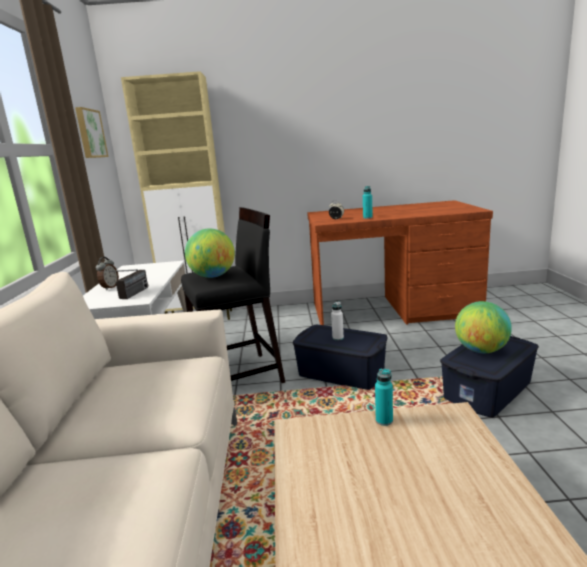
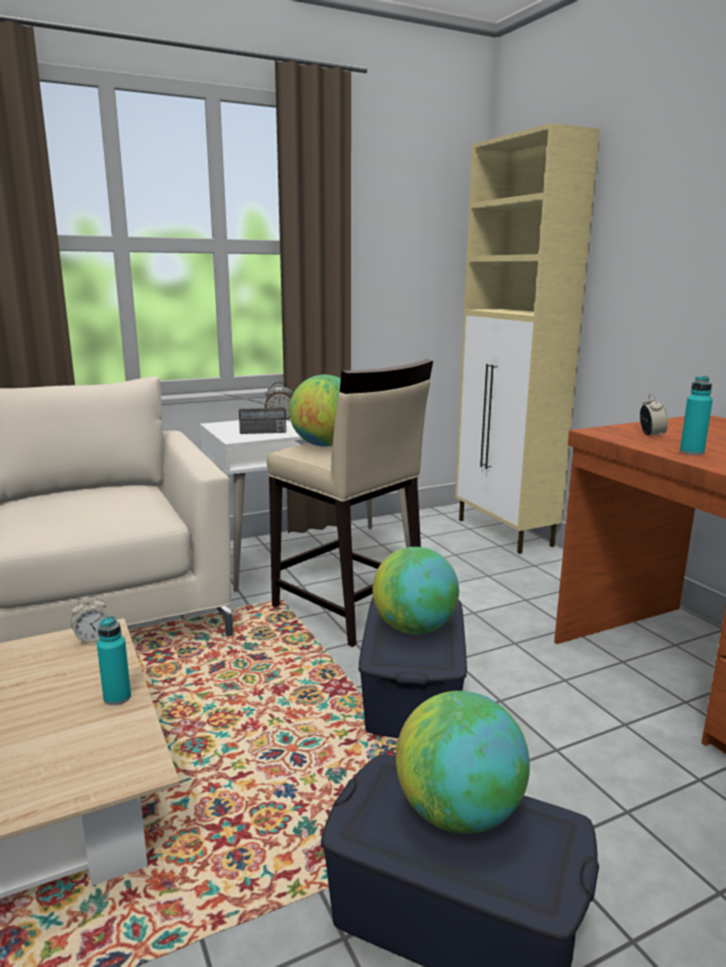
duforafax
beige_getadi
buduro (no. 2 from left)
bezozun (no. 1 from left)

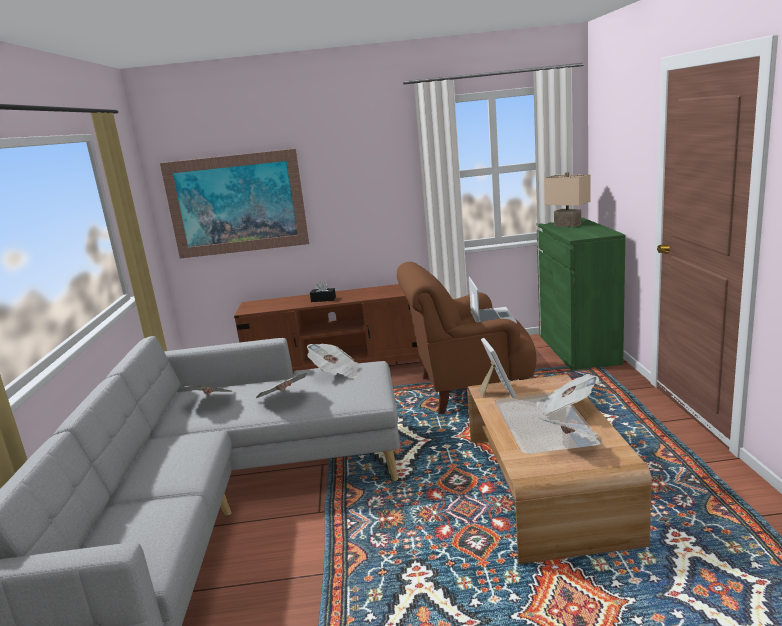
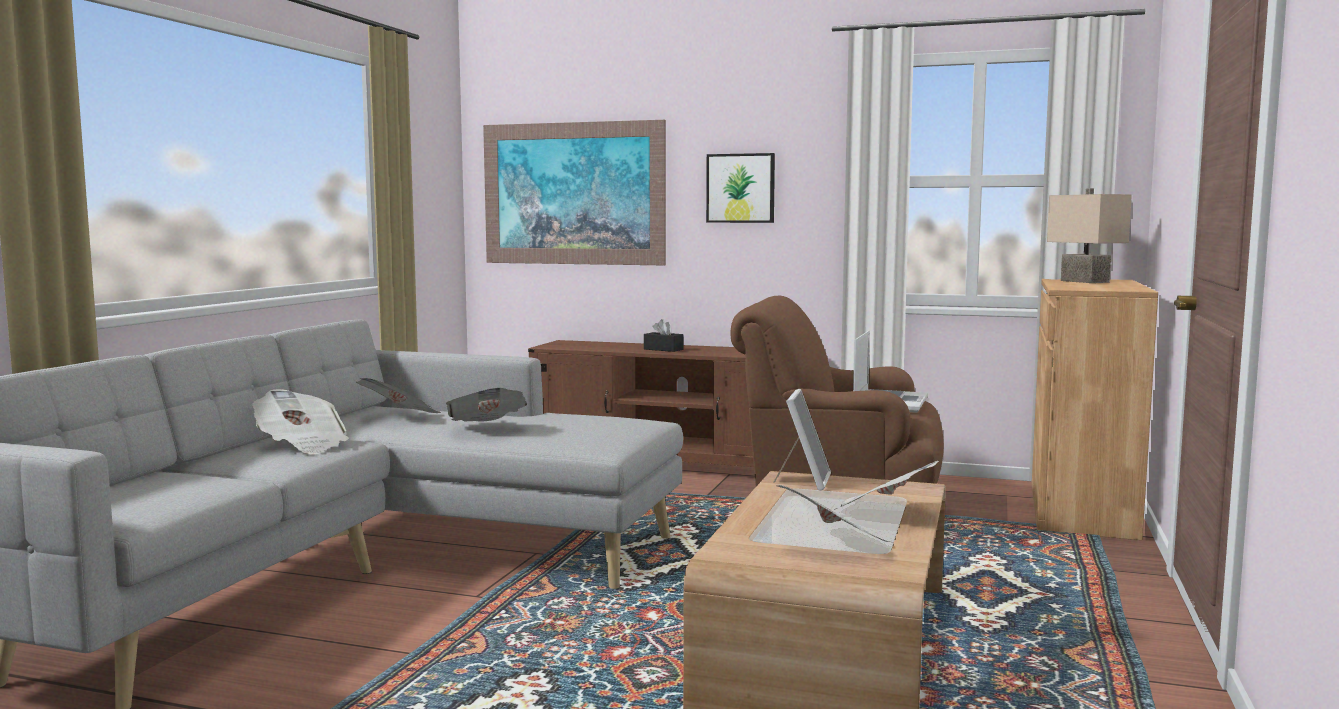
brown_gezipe
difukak (no. 1 from left)
duforafax (no. 2 from left)

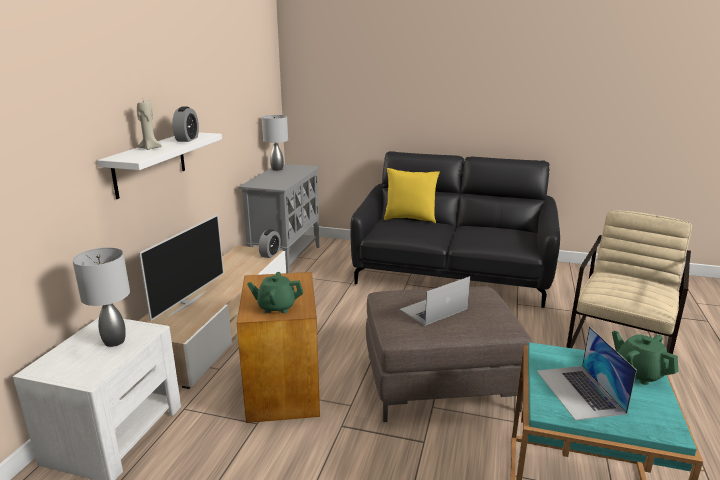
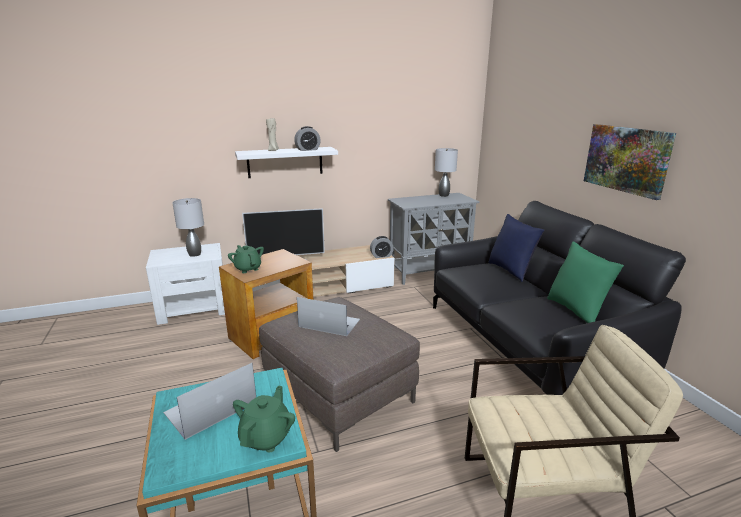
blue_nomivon
duforafax
green_nomivon

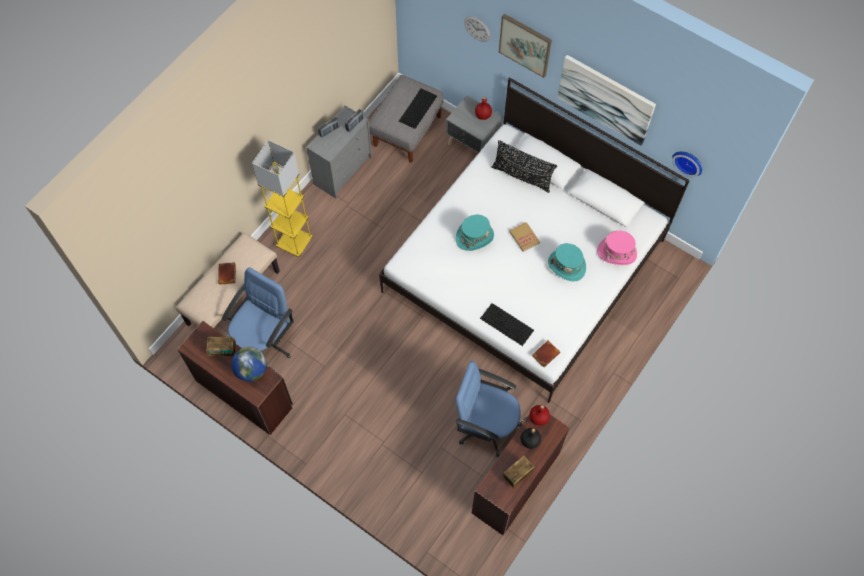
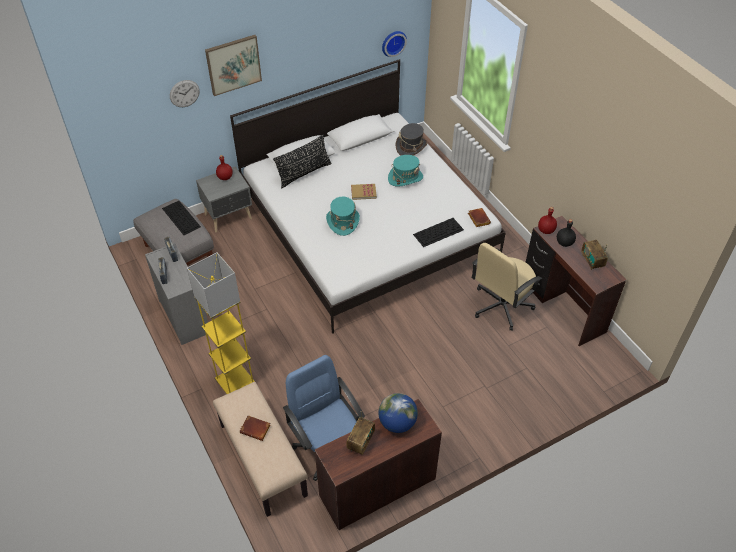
duforafax (no. 2 from left in the first image)
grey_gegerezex
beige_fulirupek

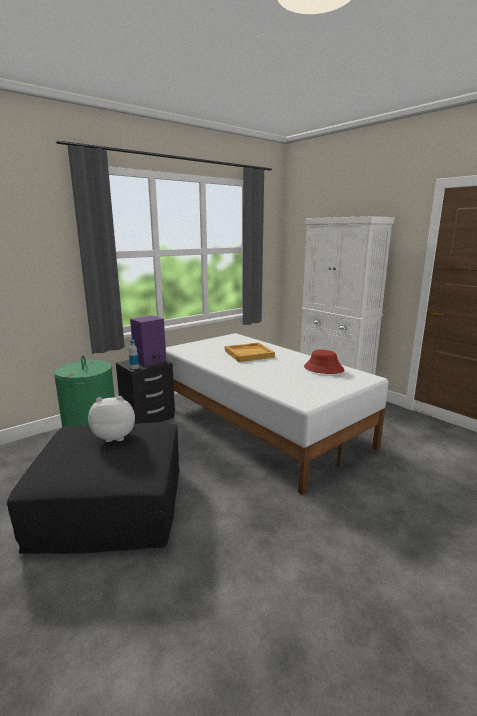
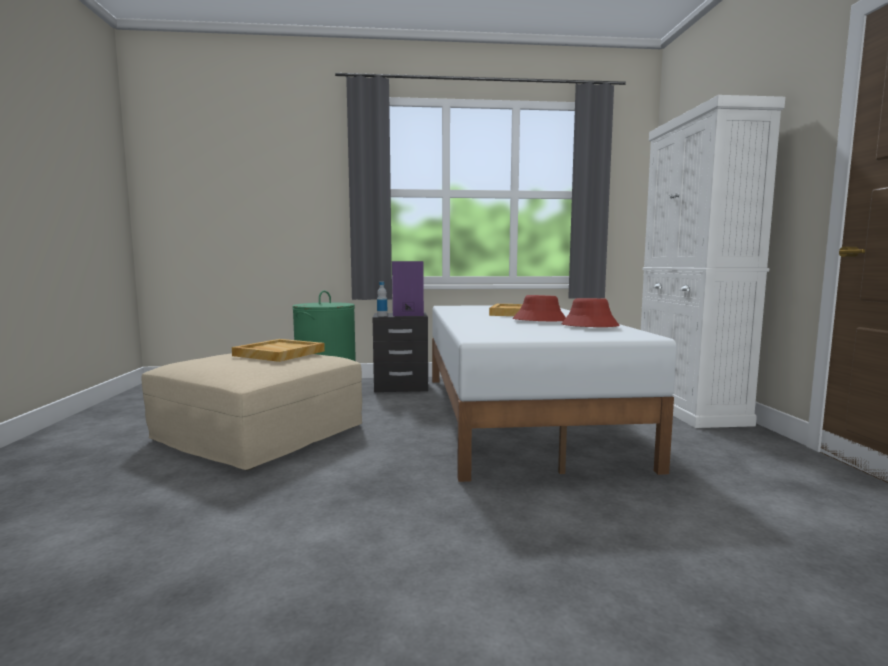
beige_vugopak (no. 1 from left)
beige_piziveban
red_gegerezex (no. 1 from left)

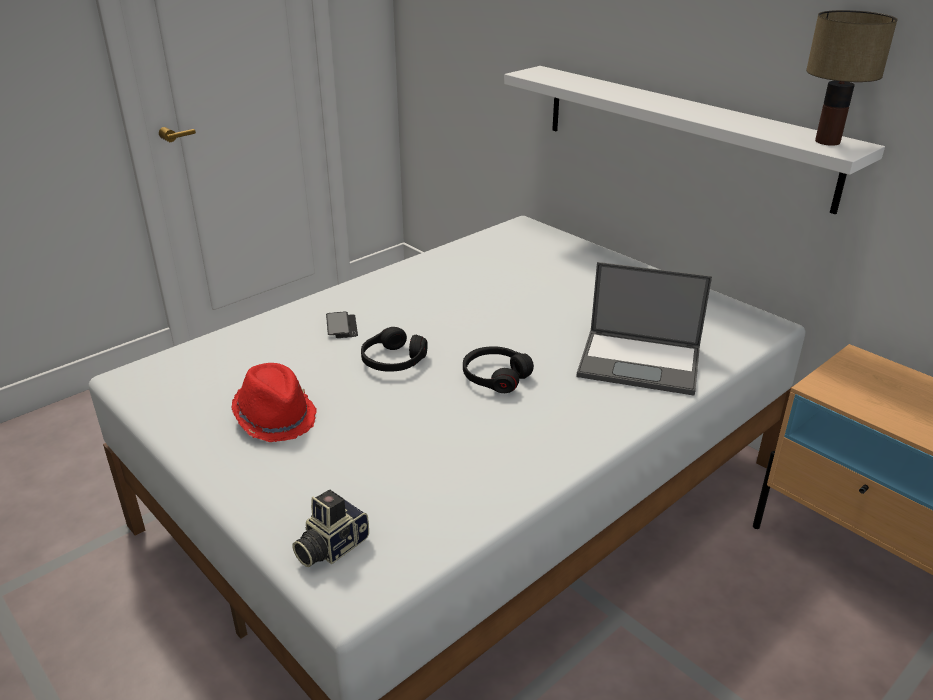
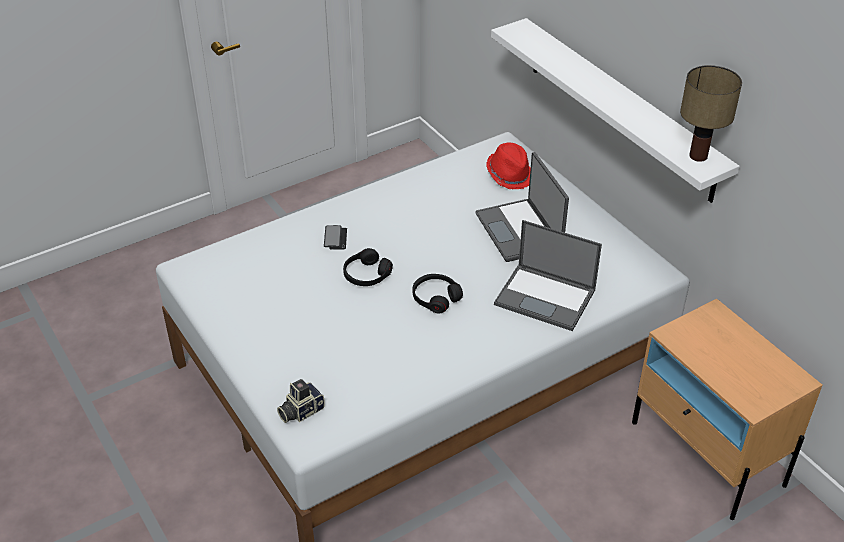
red_gegerezex
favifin (no. 1 from left)

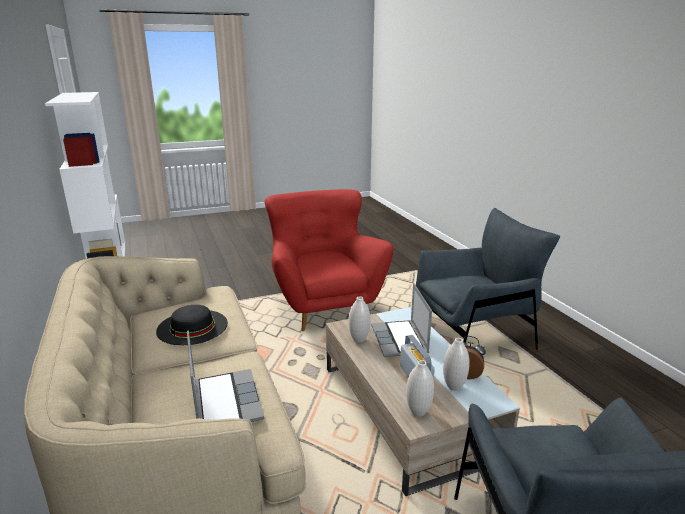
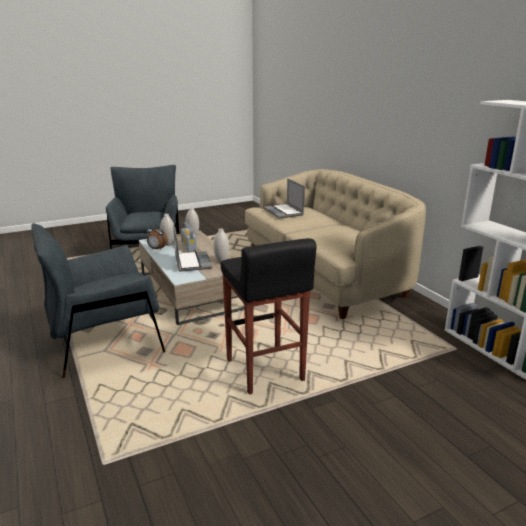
black_getadi
black_gegerezex

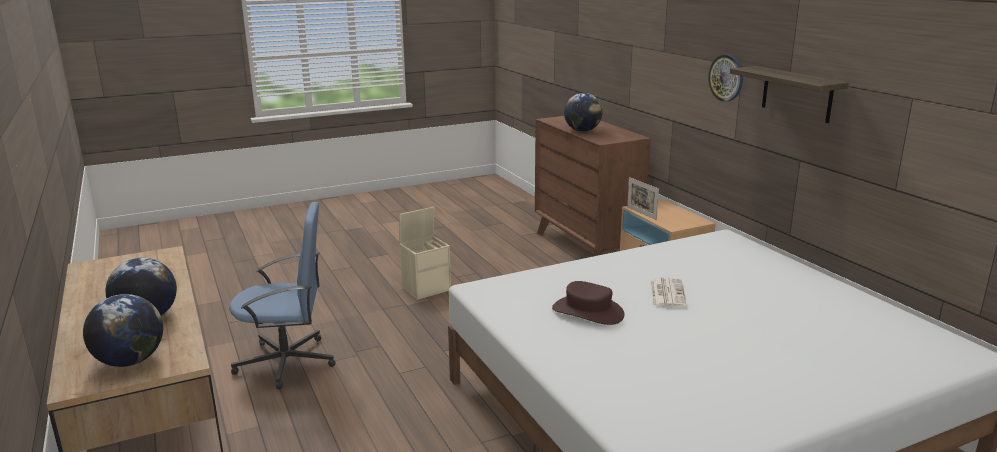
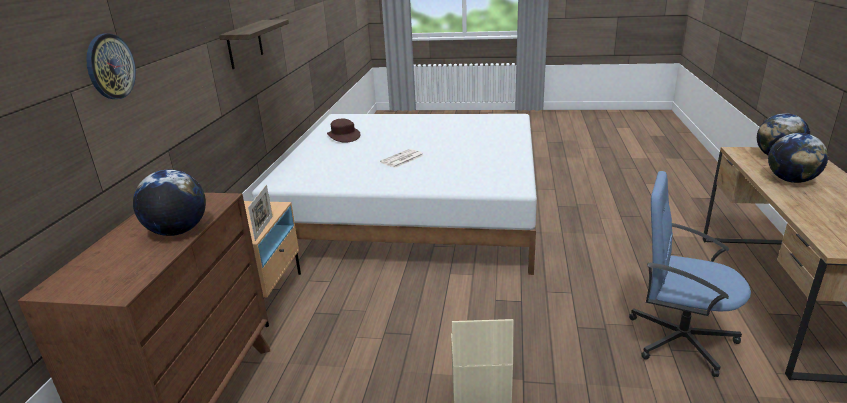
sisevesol
brown_gegerezex

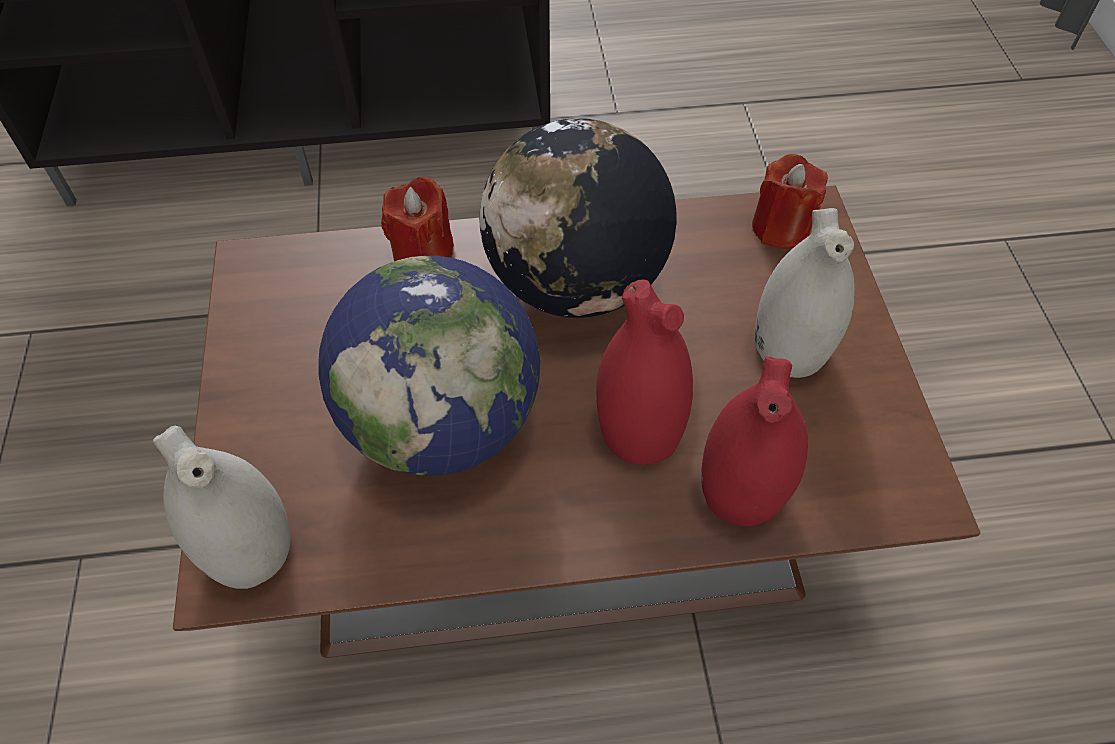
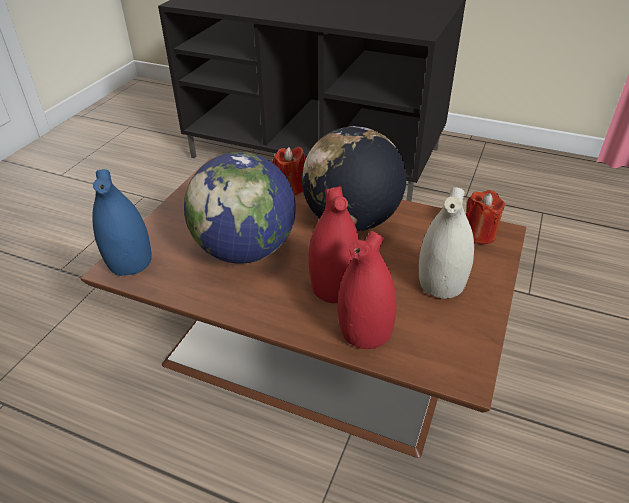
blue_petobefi

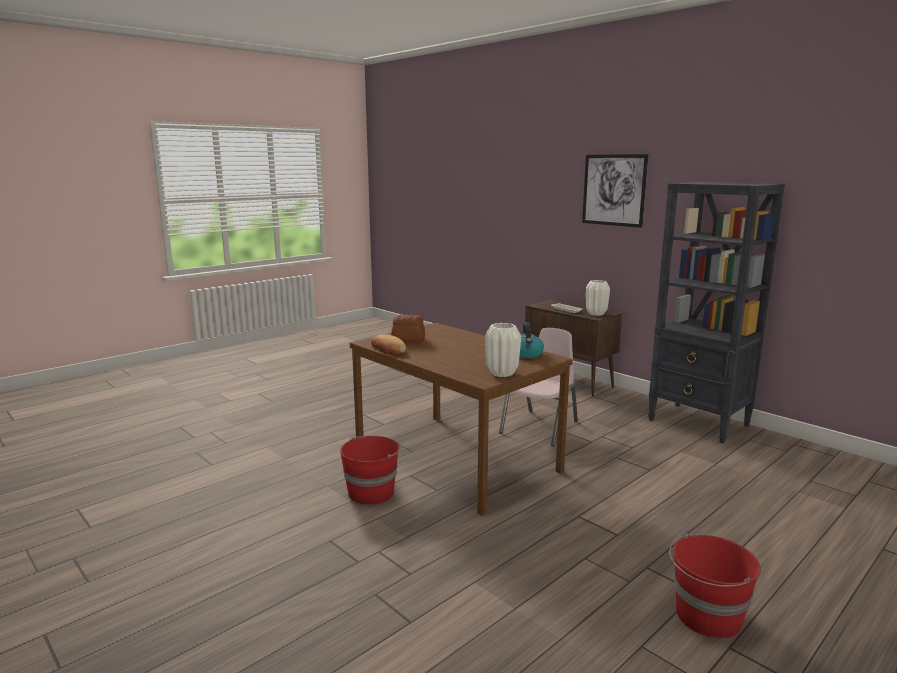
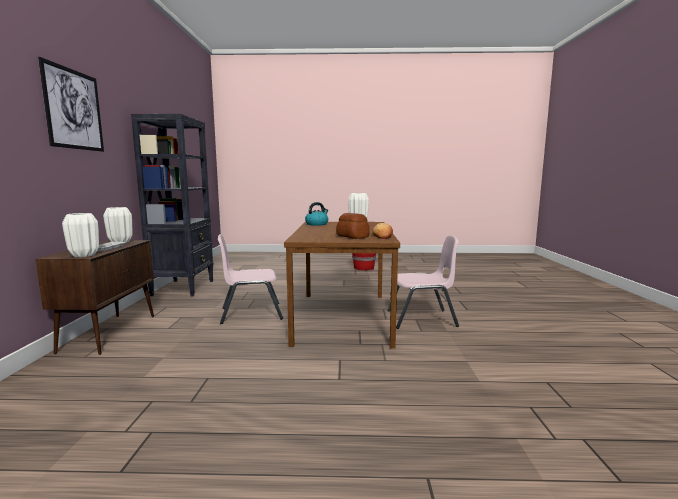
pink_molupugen (no. 2 from left)
white_petobefi (no. 1 from left)

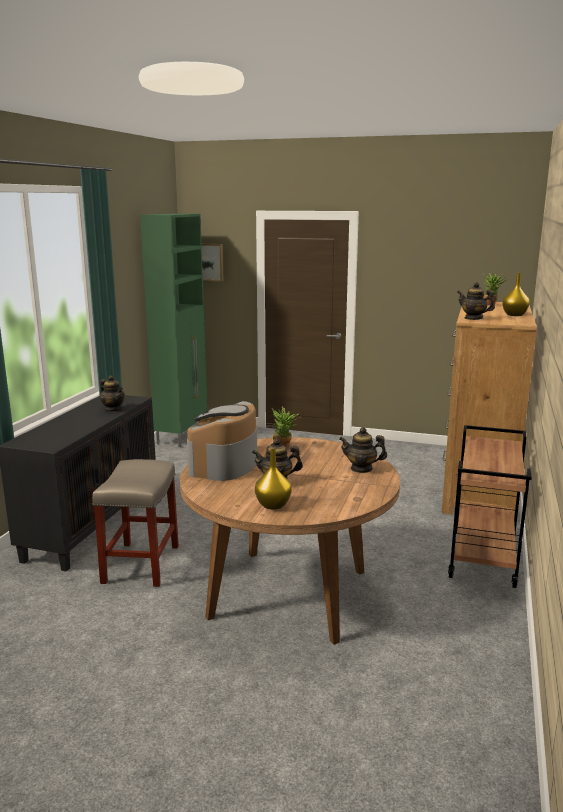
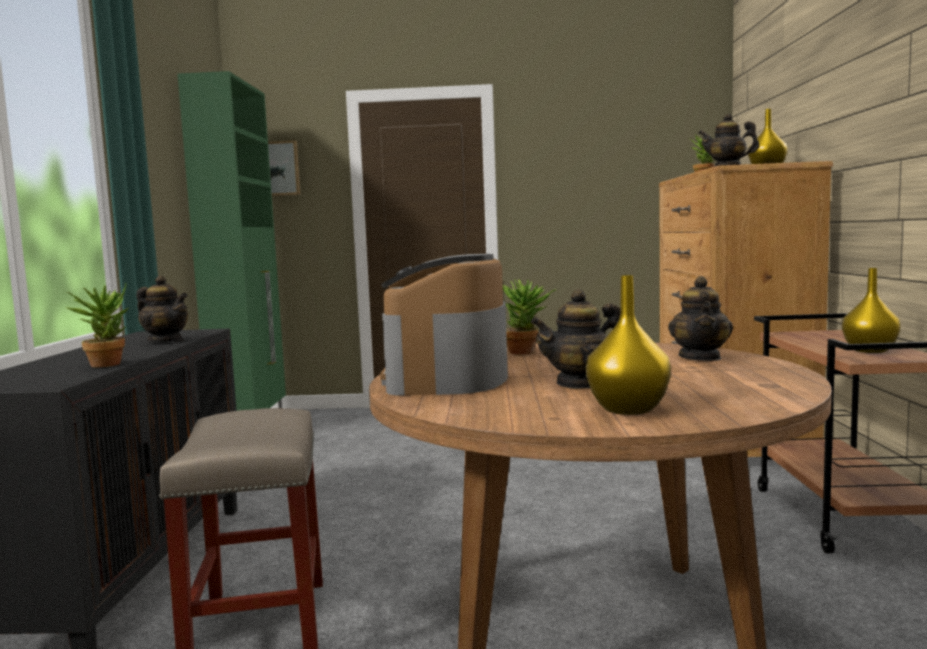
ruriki (no. 3 from left)
yellow_petobefi (no. 3 from left)
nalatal (no. 1 from left)

